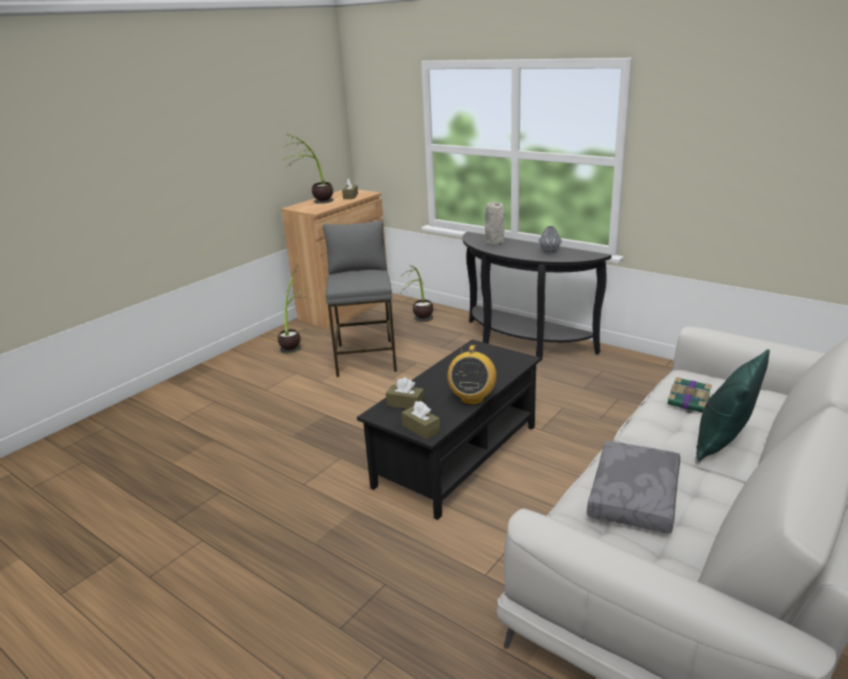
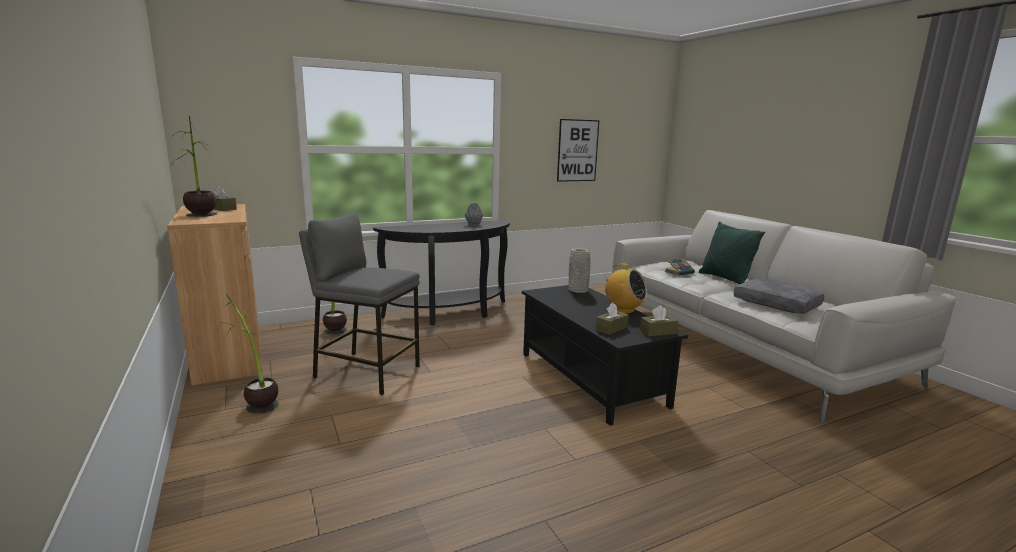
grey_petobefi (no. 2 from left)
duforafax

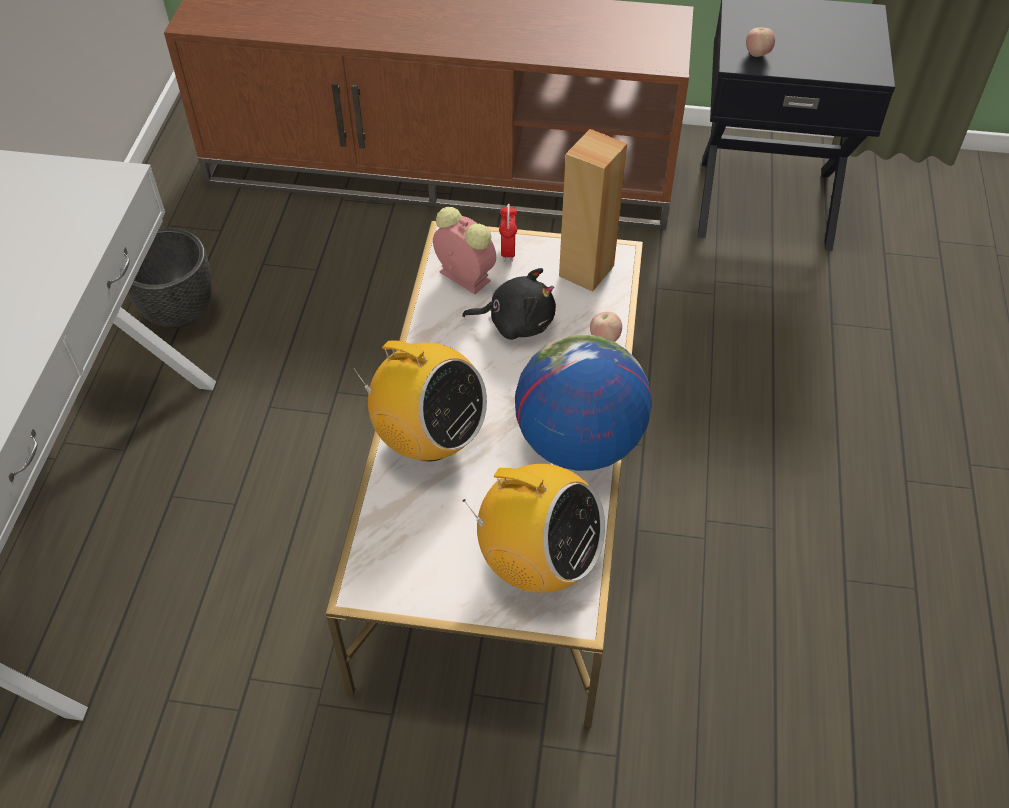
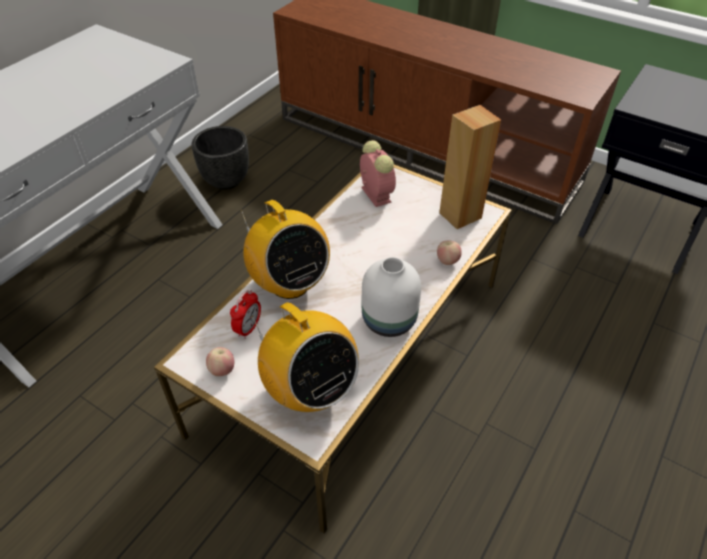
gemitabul (no. 1 from left)
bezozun (no. 1 from left)
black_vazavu
white_petobefi

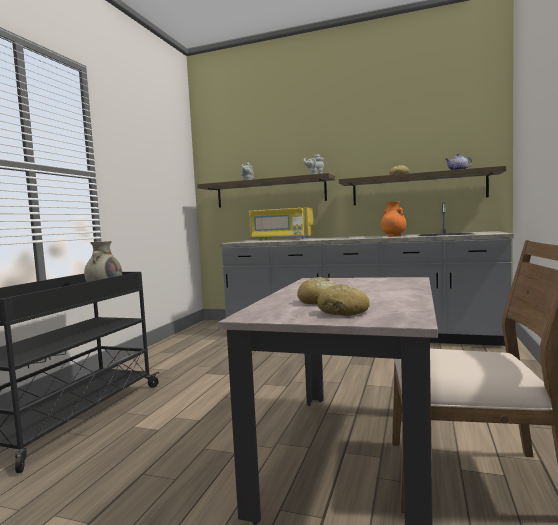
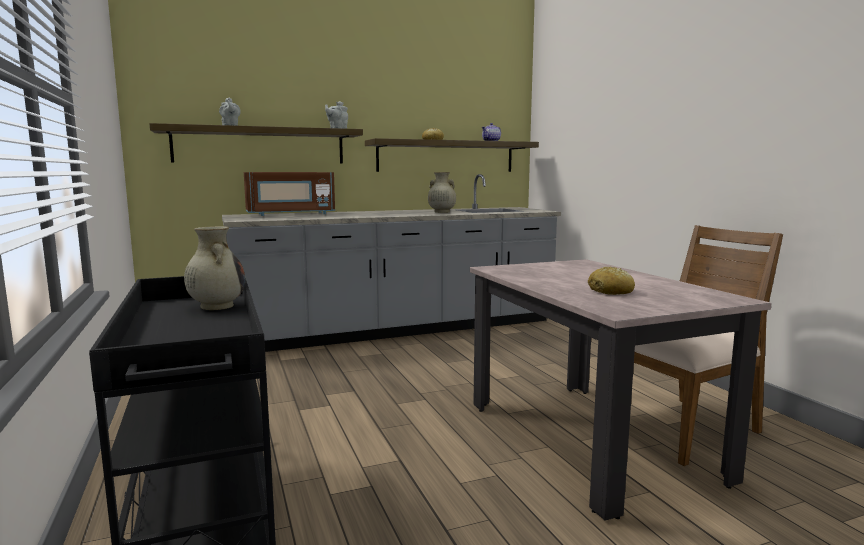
beige_petobefi (no. 2 from left)
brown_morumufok
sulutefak (no. 2 from left in the first image)

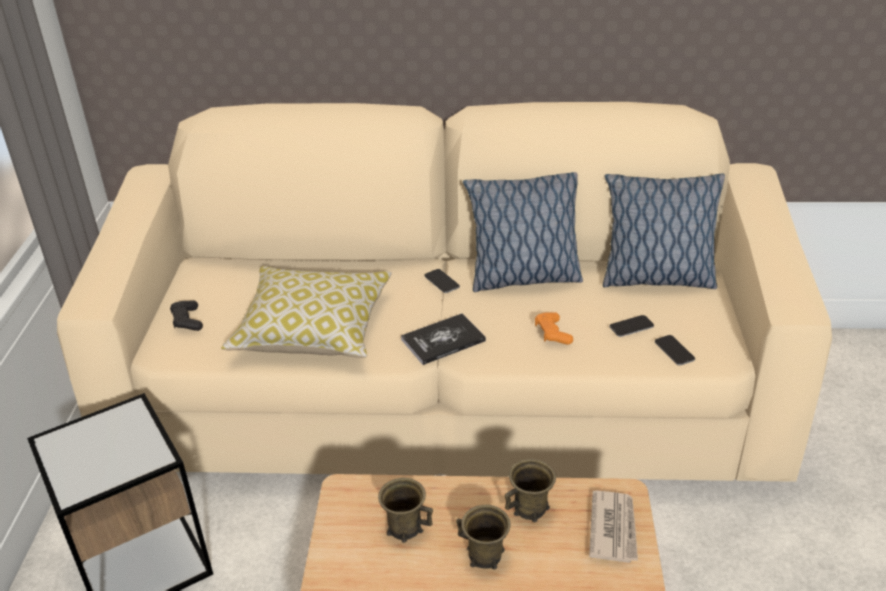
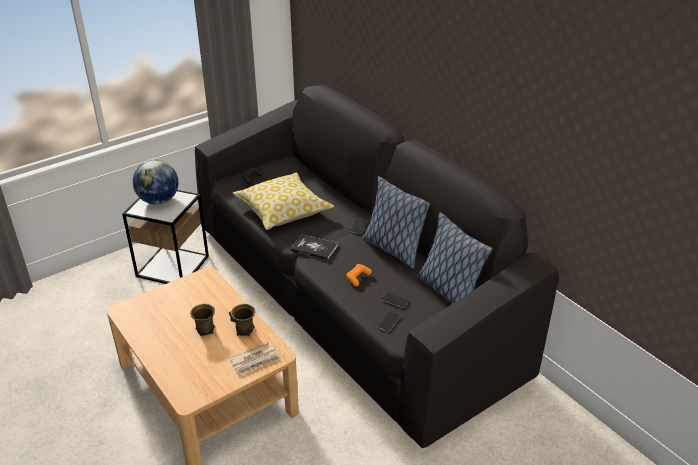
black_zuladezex
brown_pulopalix (no. 1 from left in the first image)
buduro

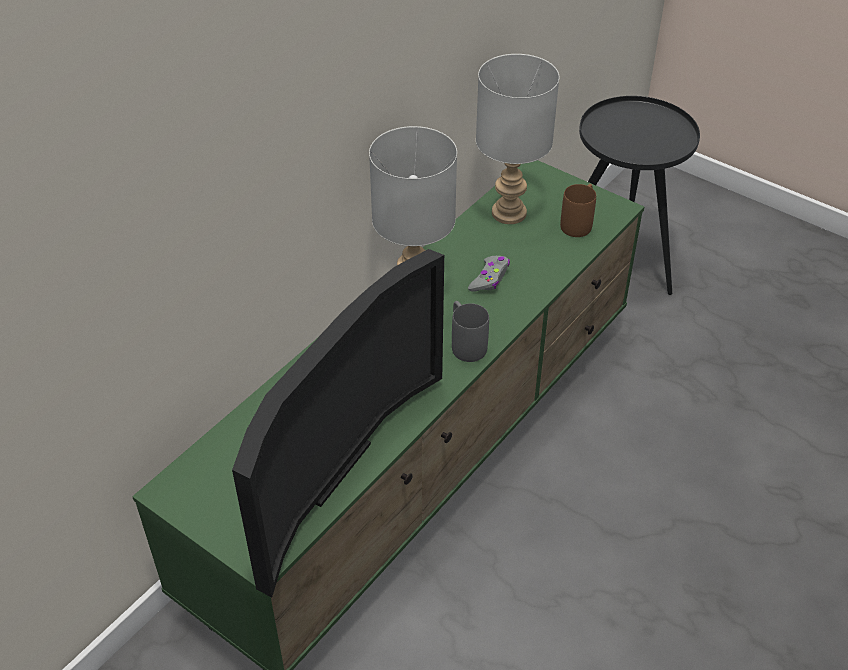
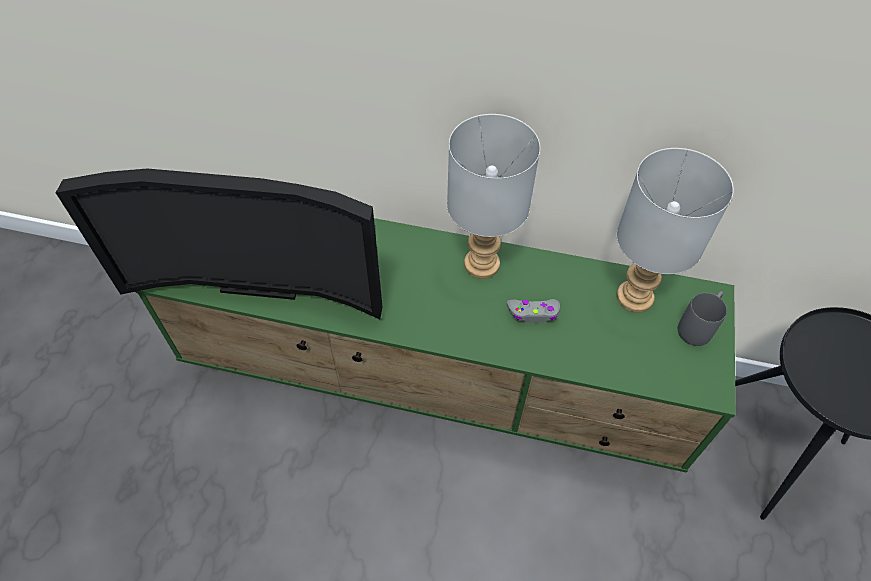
brown_pulopalix
grey_pulopalix

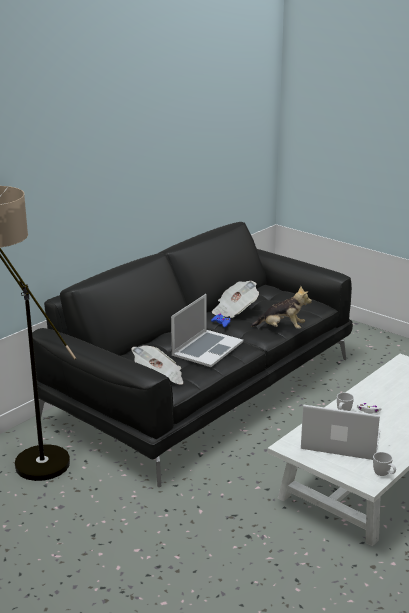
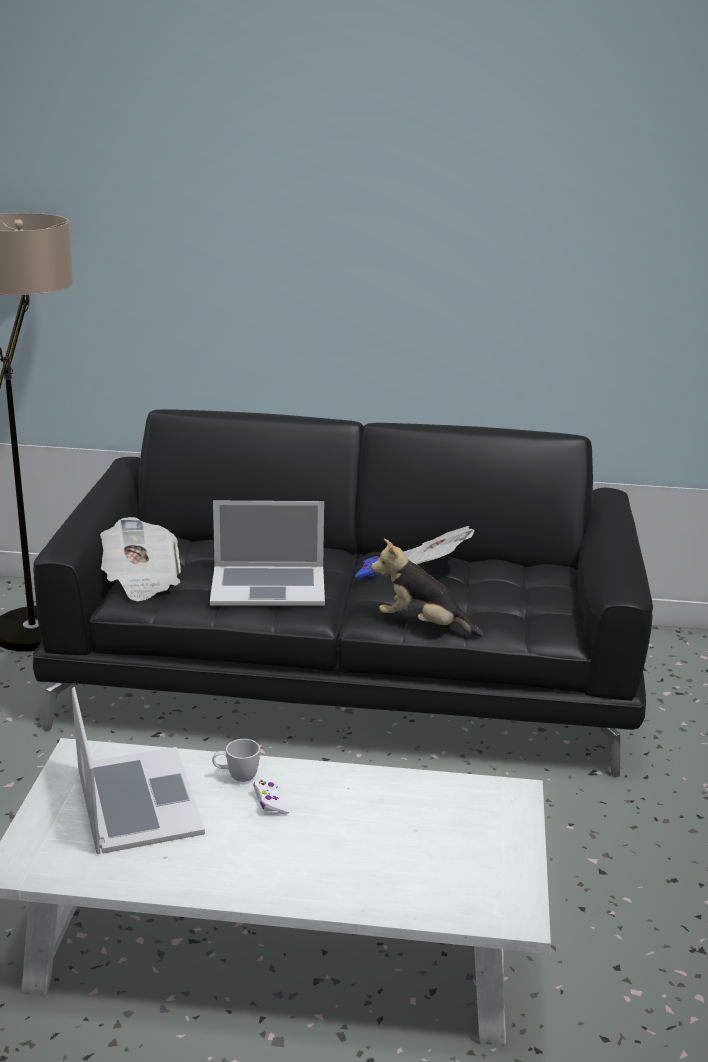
vazavu
white_pulopalix (no. 2 from left in the first image)

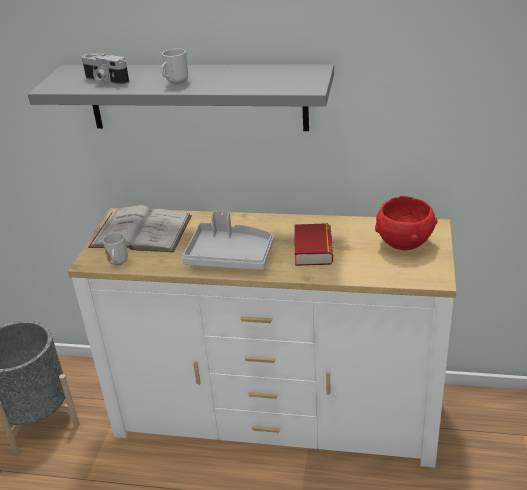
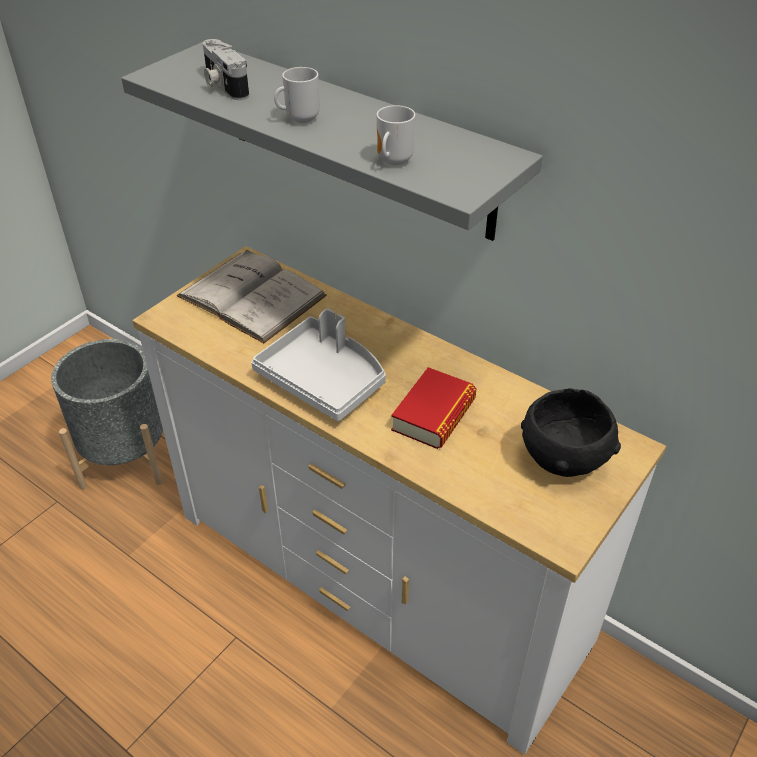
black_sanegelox
pulopalix (no. 2 from left)

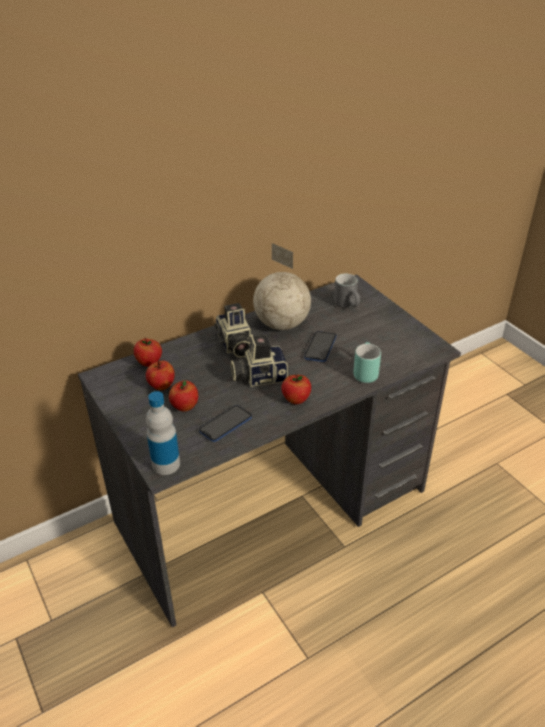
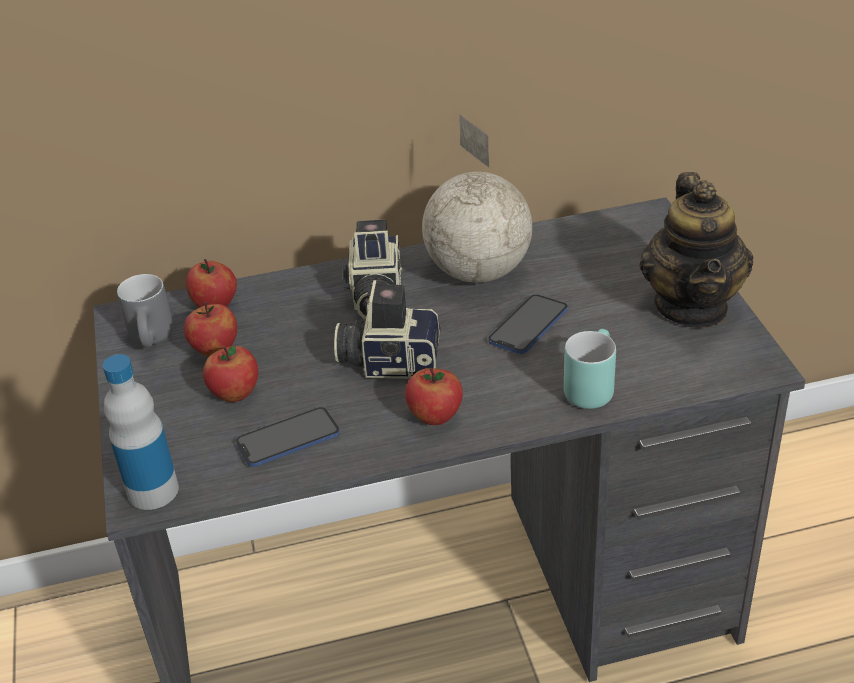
grey_pulopalix
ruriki

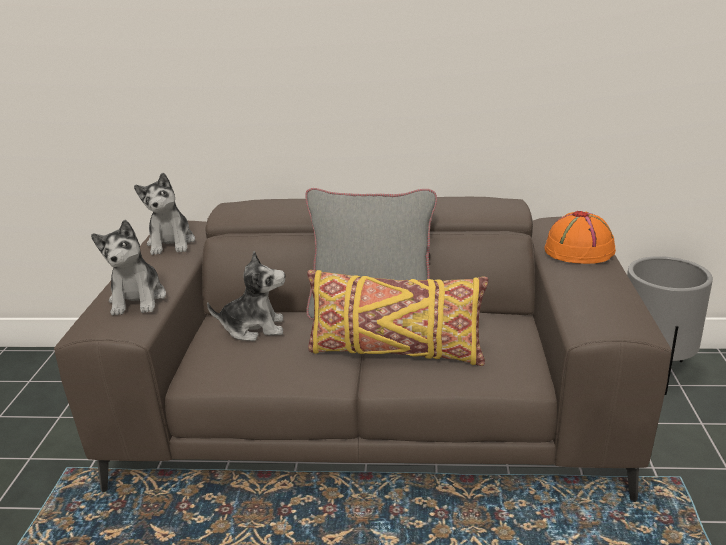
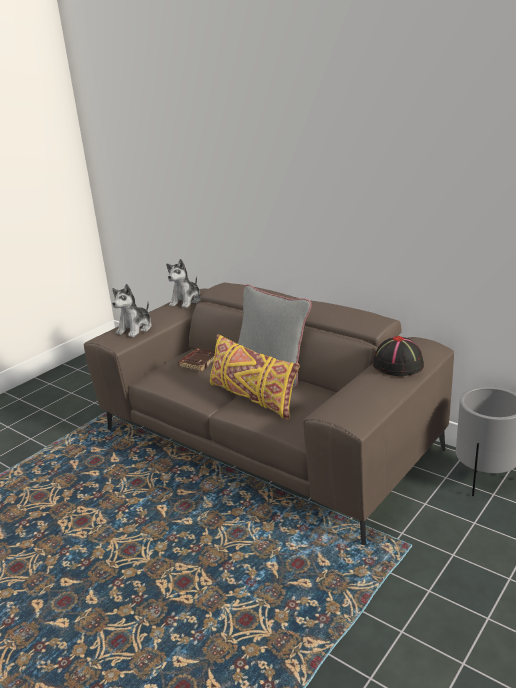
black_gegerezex
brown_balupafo

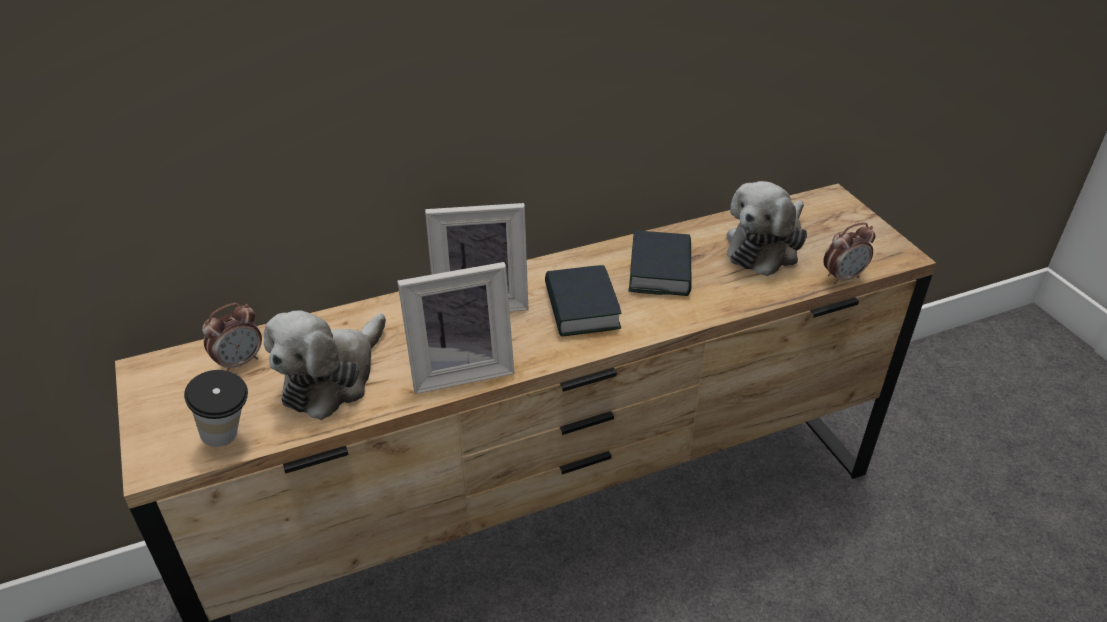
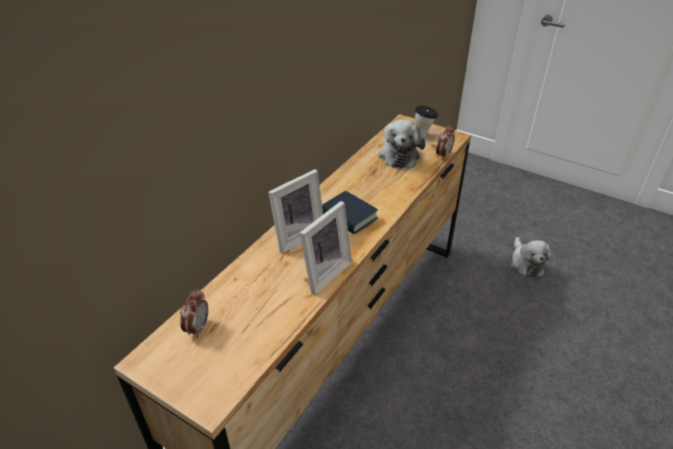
balupafo (no. 2 from left in the first image)
vazavu (no. 2 from left)
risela

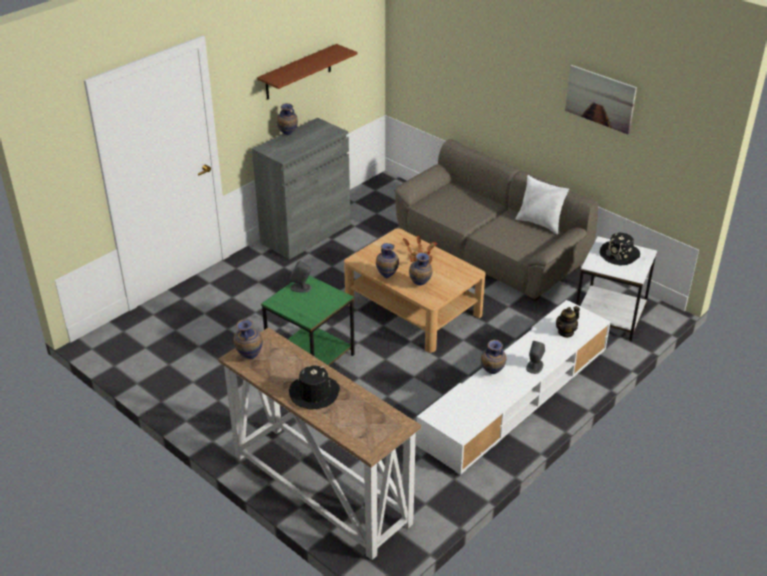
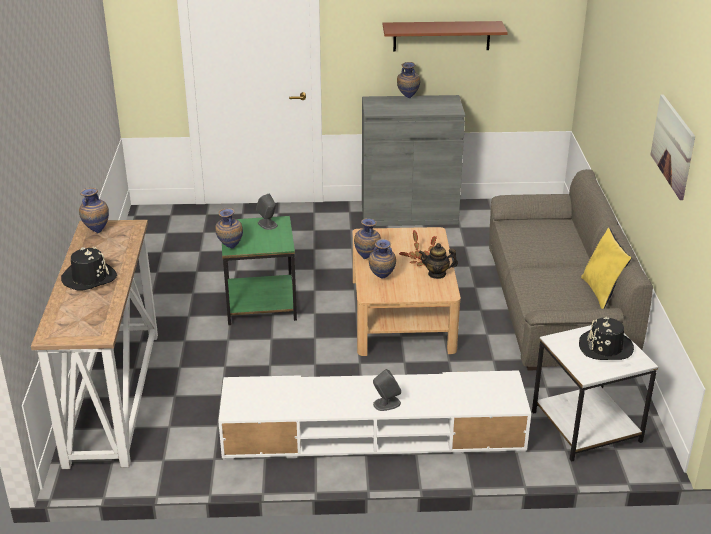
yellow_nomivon
ruriki
petobefi (no. 2 from left)

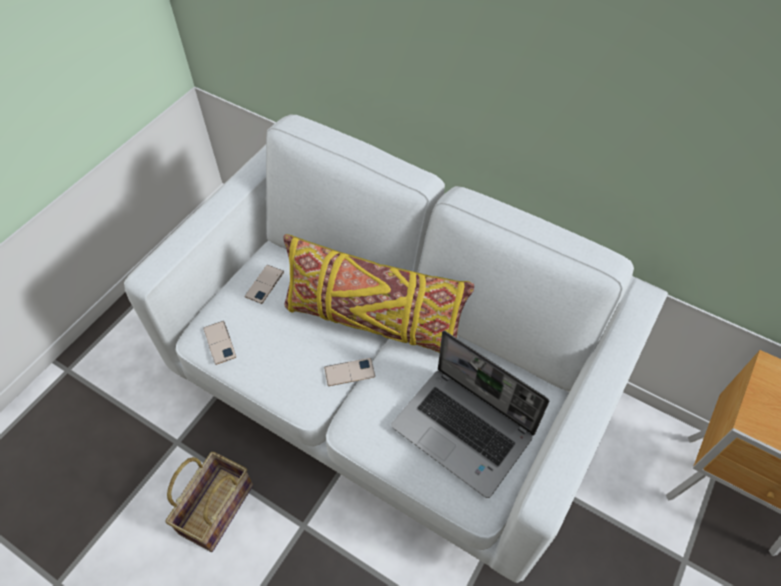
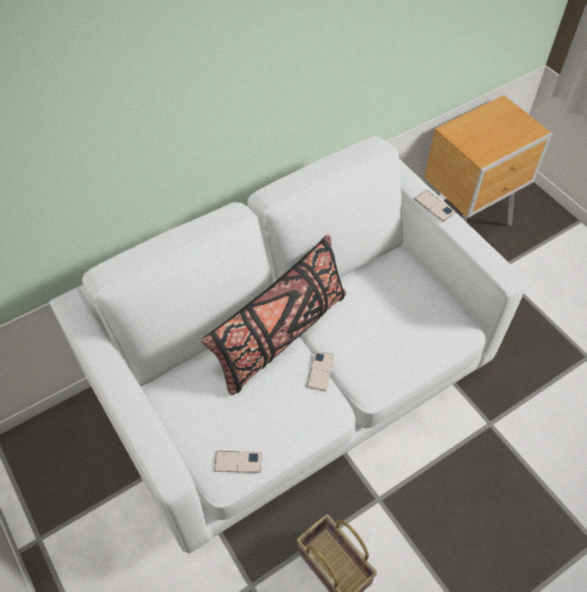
black_nomivon
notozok (no. 3 from left)
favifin

